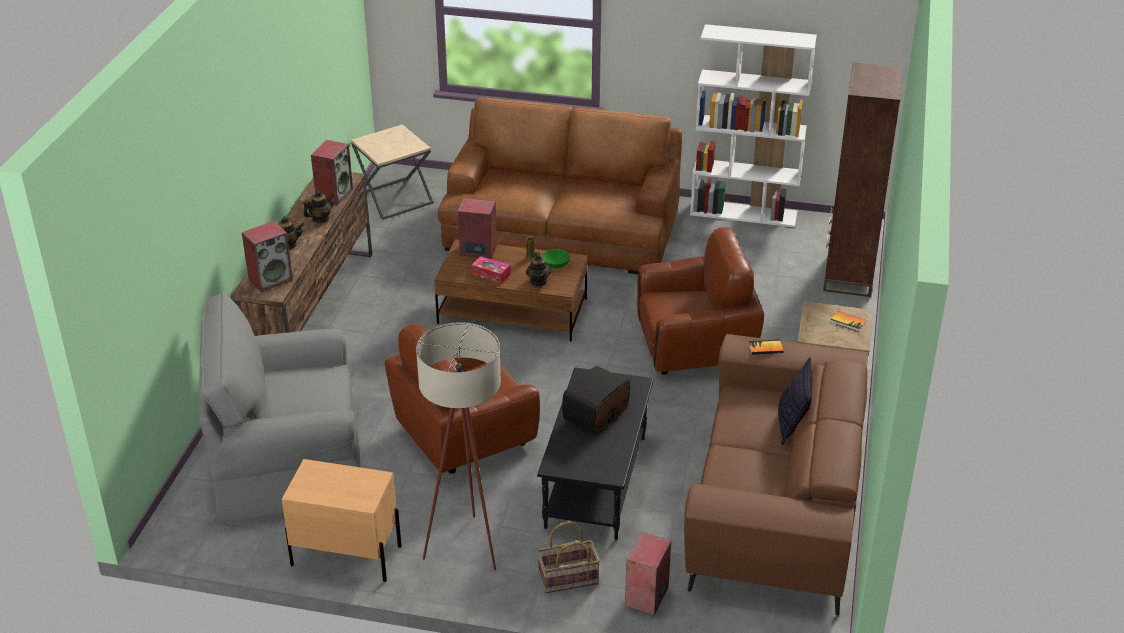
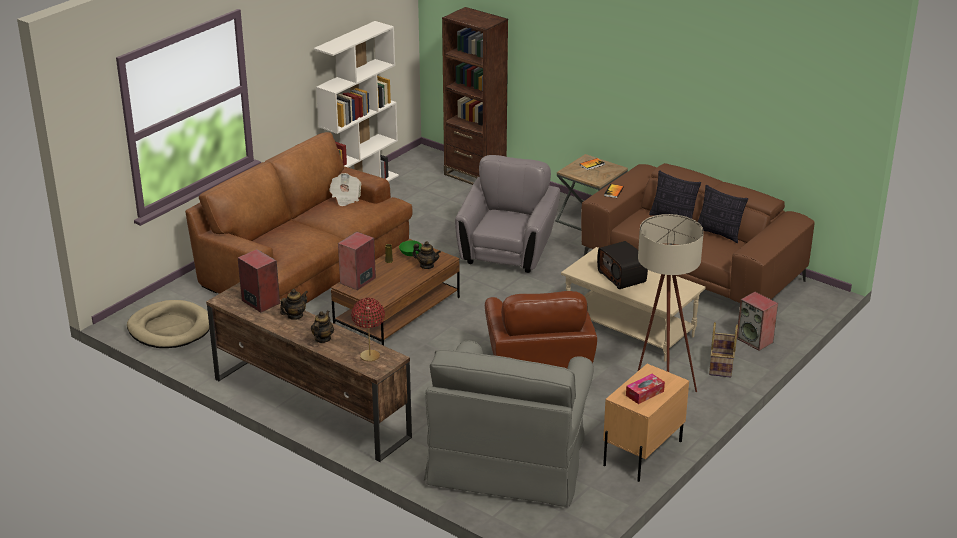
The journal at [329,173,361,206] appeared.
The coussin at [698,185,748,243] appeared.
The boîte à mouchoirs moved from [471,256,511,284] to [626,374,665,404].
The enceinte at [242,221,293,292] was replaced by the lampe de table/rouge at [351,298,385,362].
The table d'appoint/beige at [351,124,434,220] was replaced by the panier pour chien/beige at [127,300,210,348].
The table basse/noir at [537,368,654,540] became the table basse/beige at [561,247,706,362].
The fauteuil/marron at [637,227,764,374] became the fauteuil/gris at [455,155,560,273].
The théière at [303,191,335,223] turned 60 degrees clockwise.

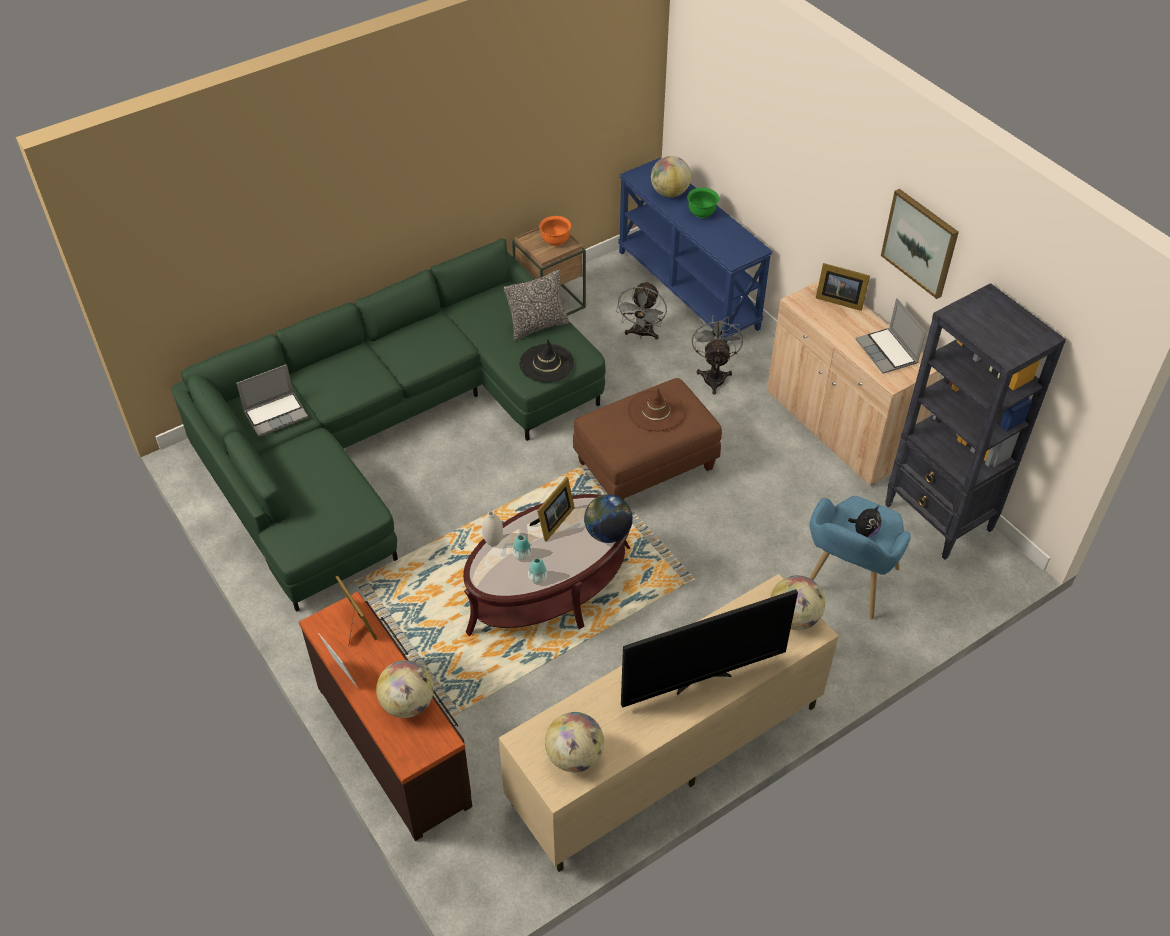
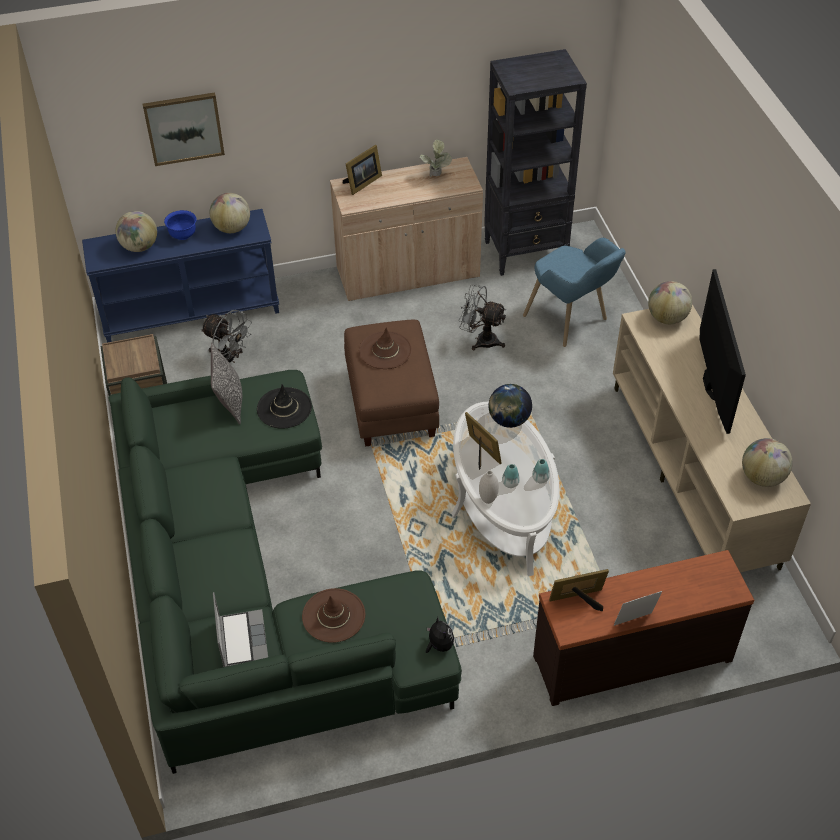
The bol/orange at [539,216,571,246] disappeared.
The chapeau/marron at [302,588,366,643] appeared.
The globe moved from [376,660,434,718] to [210,193,250,233].
The ventilateur/gris moved from [692,315,743,395] to [459,285,506,350].
The peluche moved from [848,506,881,537] to [426,617,454,653].
The tableau moved from [881,189,959,299] to [143,92,225,166].
The ordinateur portable at [856,298,926,374] was replaced by the plante en pot at [420,139,452,177].
The table basse/marron at [463,494,630,636] became the table basse/blanc at [451,402,560,576].
The bol/vert at [687,188,719,218] became the bol/bleu at [164,210,196,240].

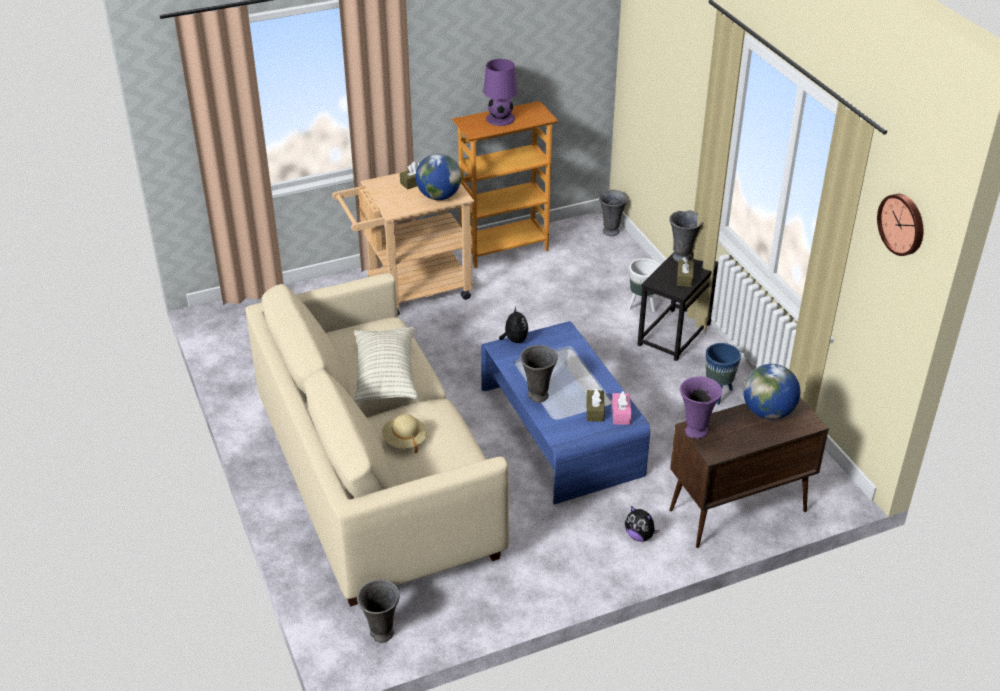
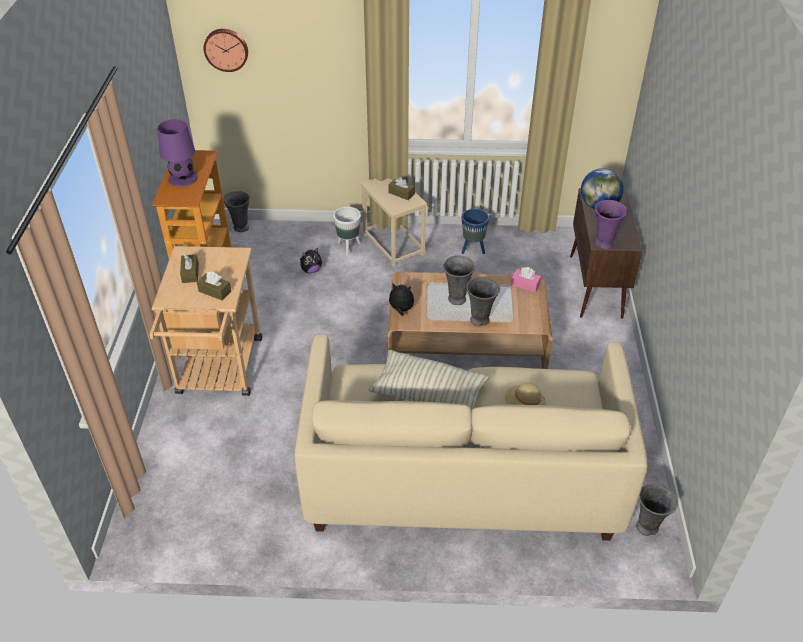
The globe at [416,154,462,200] disappeared.
The boîte à mouchoirs/marron moved from [586,388,605,422] to [197,272,231,300].
The peluche moved from [625,506,660,542] to [300,248,322,273].
The vase/gris moved from [669,210,704,262] to [443,255,475,305].
The horloge murale moved from [877,194,923,256] to [204,29,248,72].
The table basse/bleu at [481,321,650,505] became the table basse/marron at [388,272,553,369].
The table d'appoint/noir at [637,252,718,361] became the table d'appoint/beige at [361,178,427,267].

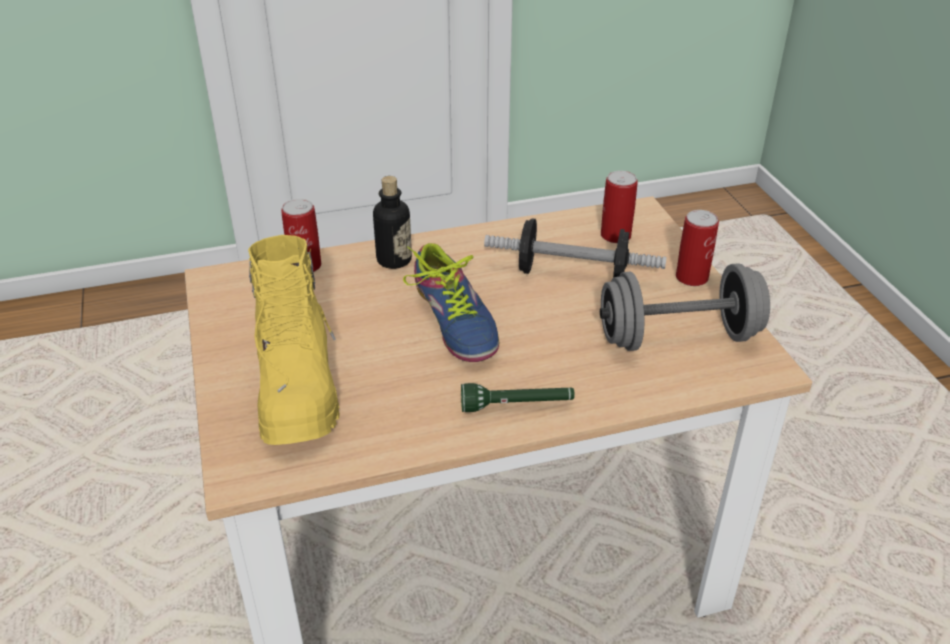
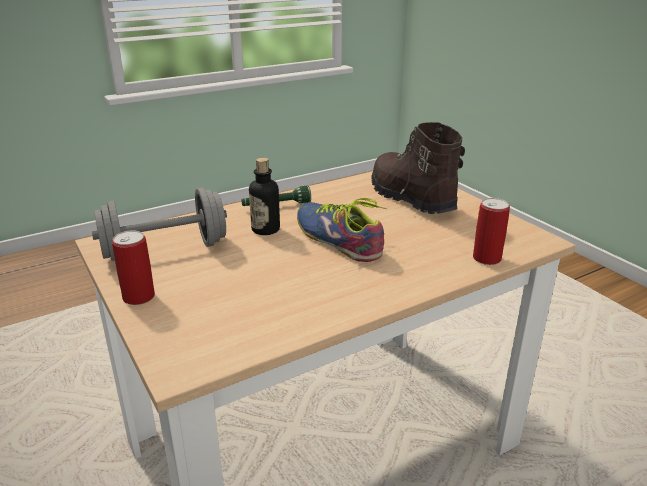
The haltère at [484,218,667,278] disappeared.
The boîte métallique at [601,171,638,243] disappeared.
The bouteille moved from [373,176,412,269] to [249,158,280,235].
The botte/jaune at [248,235,340,445] became the botte/marron at [371,122,465,214].

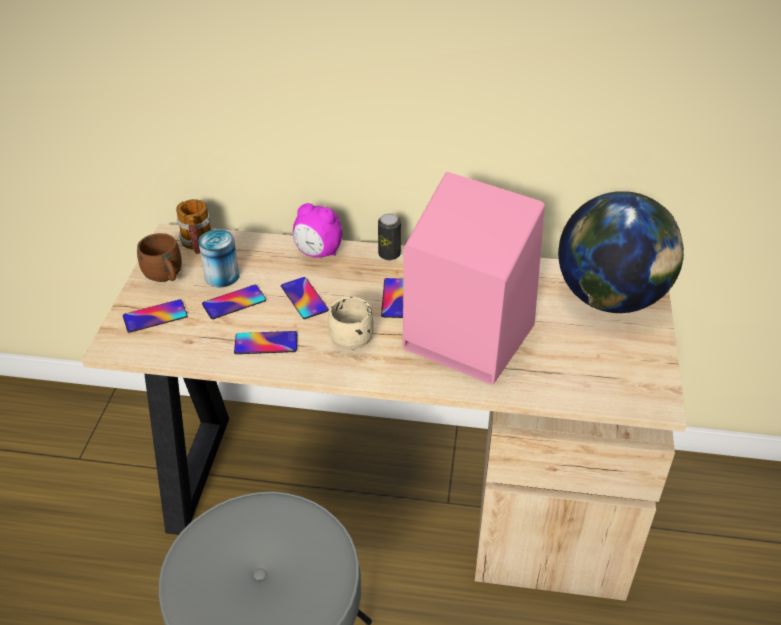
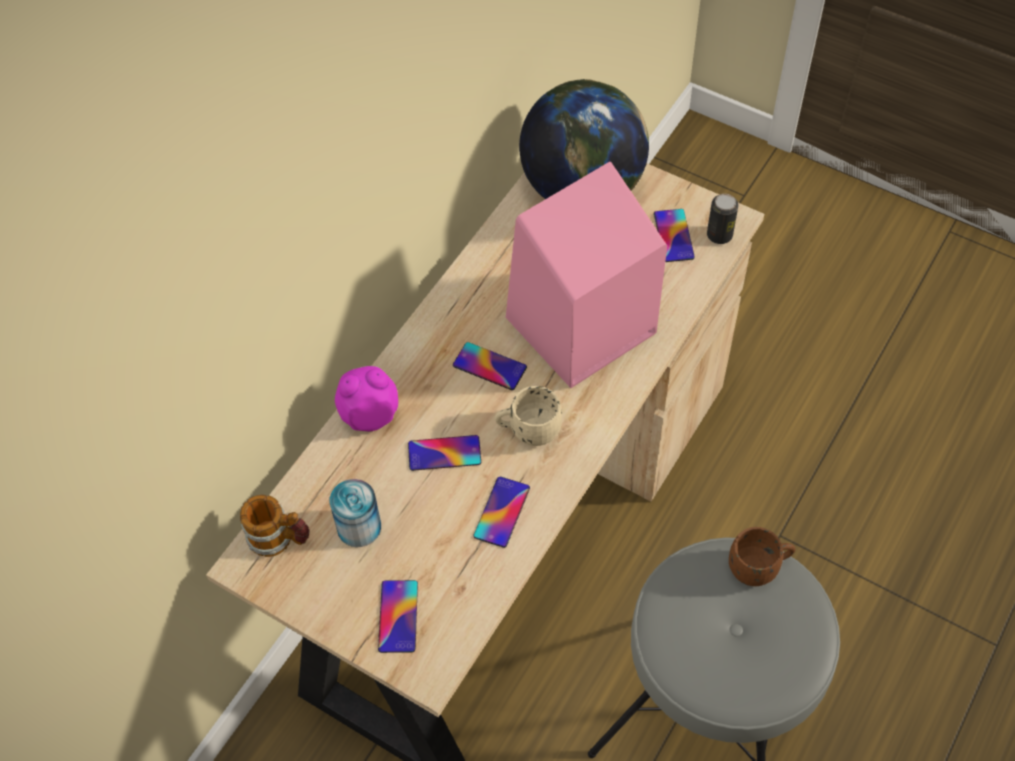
The mug/marron moved from [137,233,182,282] to [729,527,795,586].
The téléphone moved from [202,285,266,319] to [654,209,695,262].
The boîte métallique moved from [378,213,401,260] to [707,194,739,244].
The réveil at [293,203,342,258] turned 150 degrees counterclockwise.

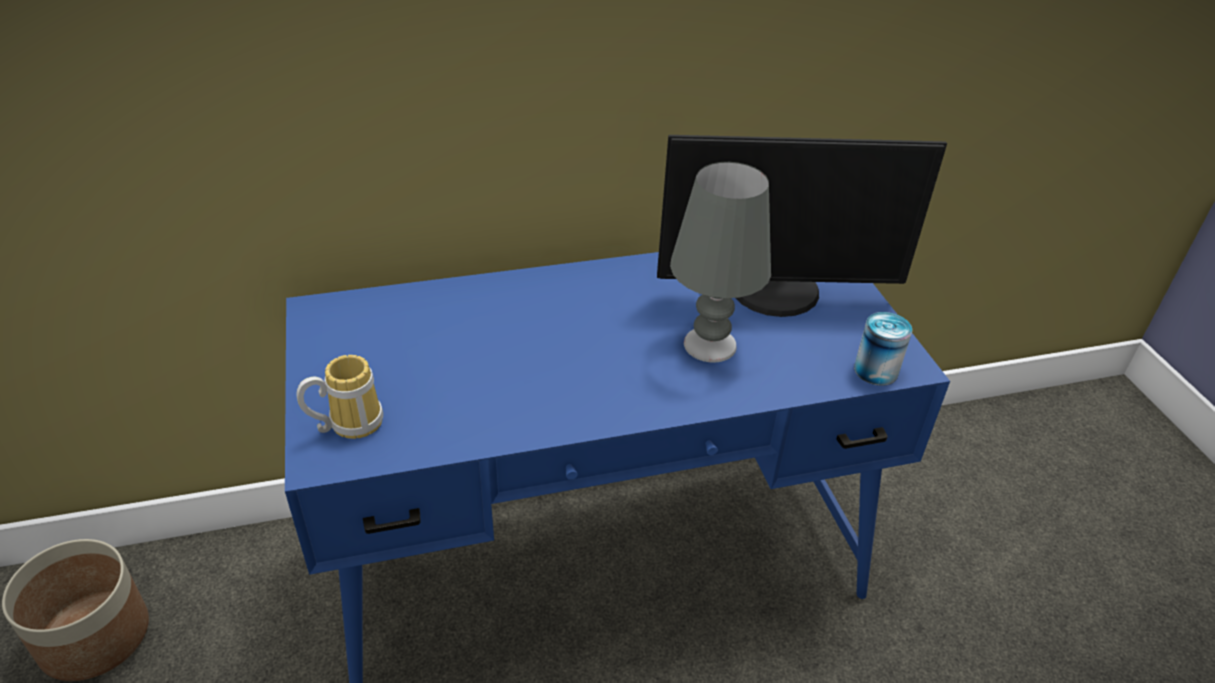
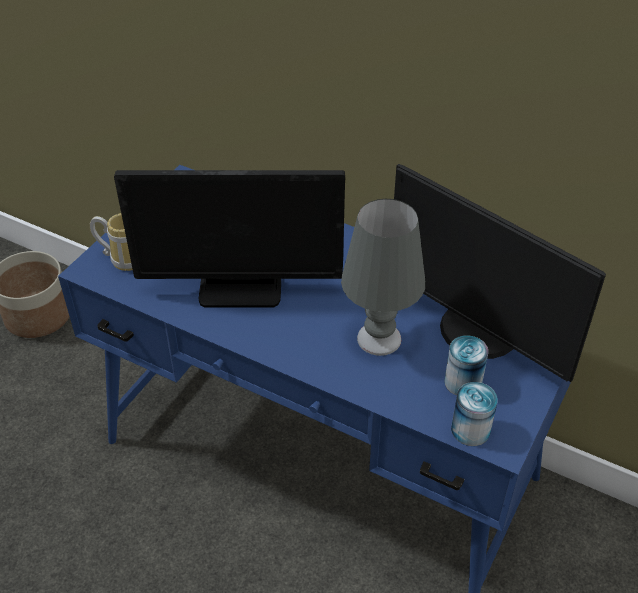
The écran d'ordinateur at [114,170,345,308] appeared.
The boîte métallique at [444,335,488,396] appeared.

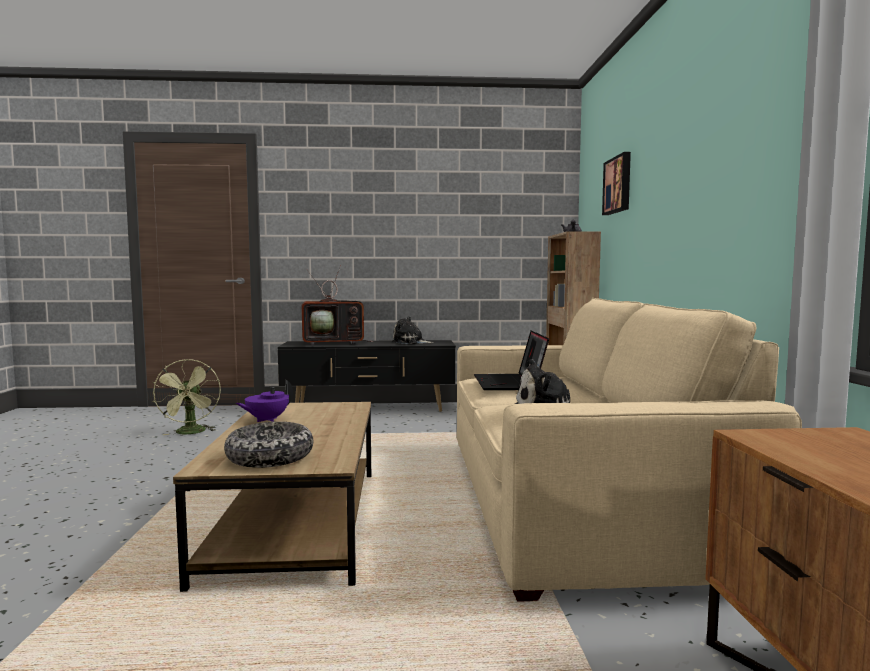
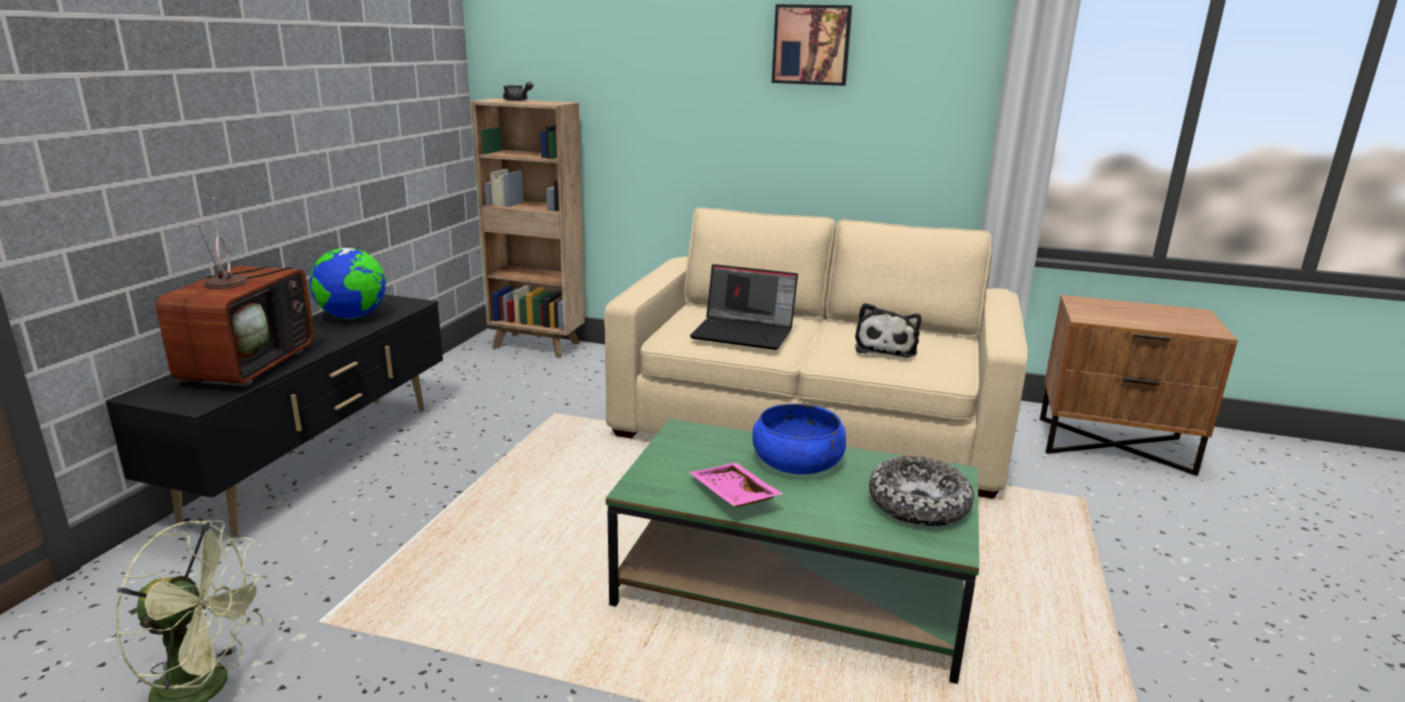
The bol/bleu at [752,404,846,474] appeared.
The tableau moved from [602,152,631,215] to [772,4,852,86].
The théière/violet at [236,380,293,422] was replaced by the plateau/rose at [690,463,783,507].
The peluche at [392,316,434,344] was replaced by the globe at [310,248,386,319].
The table basse/marron at [173,402,371,592] became the table basse/vert at [606,419,979,684].

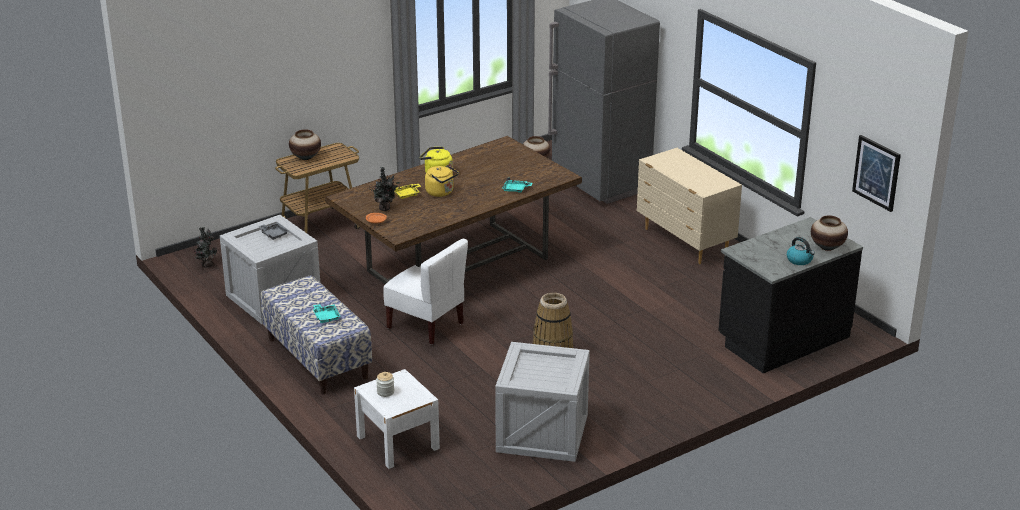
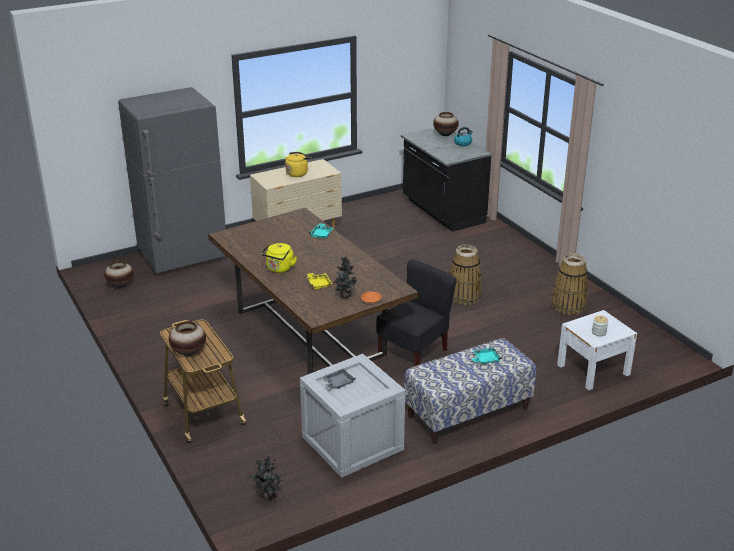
The tableau at [852,135,901,212] disappeared.
The bouilloire/jaune moved from [425,165,459,197] to [285,152,312,177].
The caisse at [495,342,590,462] was replaced by the panier at [552,253,588,315].
The chaise/blanc at [383,239,468,345] became the chaise/noir at [376,259,457,366].

